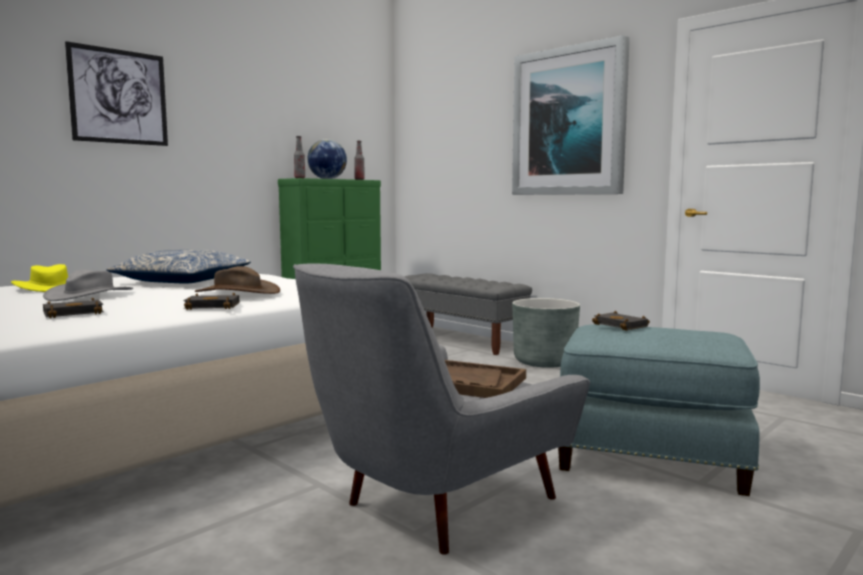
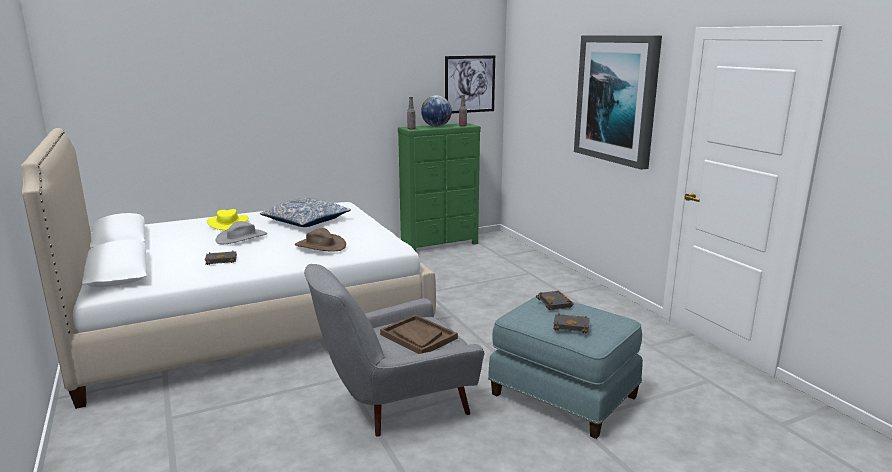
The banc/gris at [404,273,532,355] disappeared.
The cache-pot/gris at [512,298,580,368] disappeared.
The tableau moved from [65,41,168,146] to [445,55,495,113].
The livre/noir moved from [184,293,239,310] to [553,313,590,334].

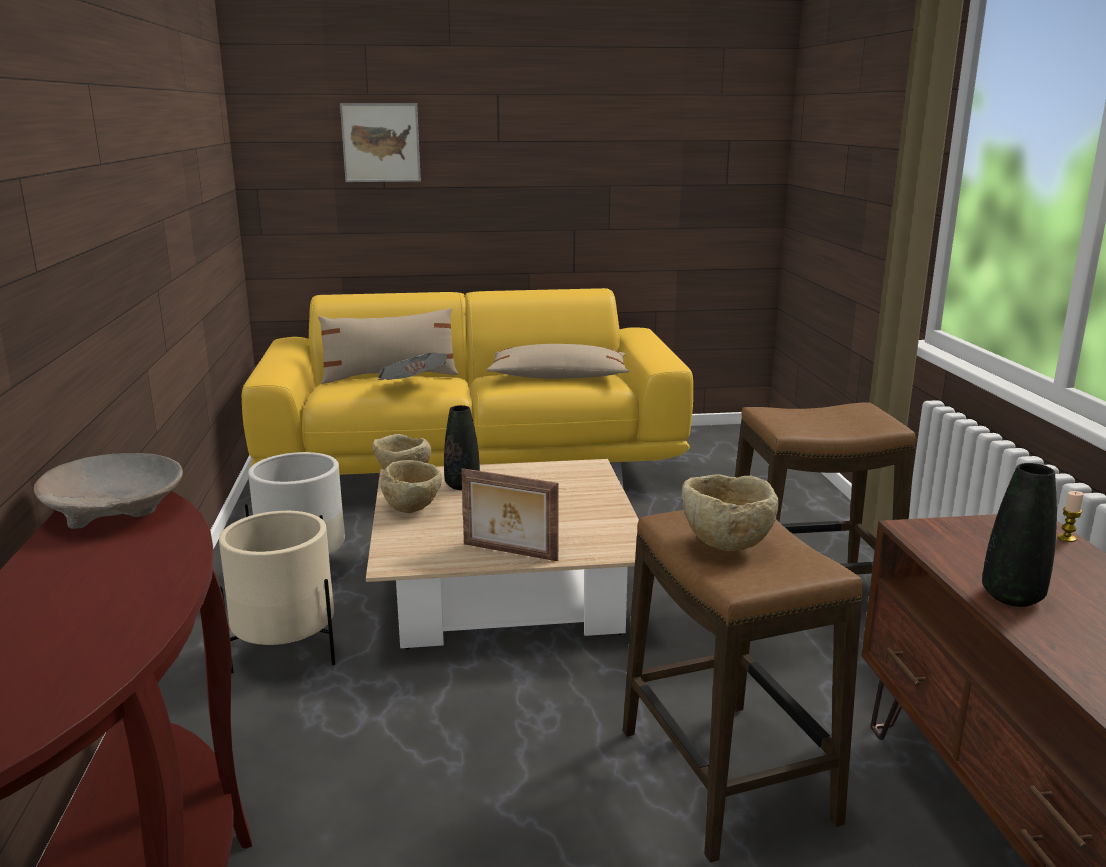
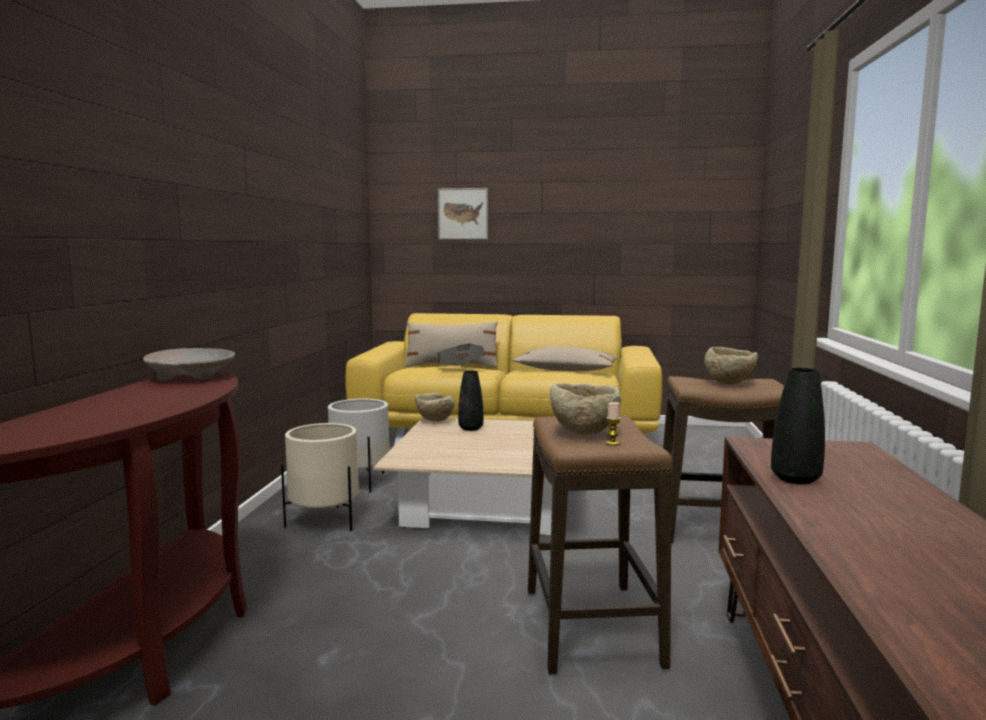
The cadre photo at [461,468,559,561] disappeared.
The bol/beige moved from [380,460,442,513] to [704,347,758,384].
The bougie moved from [1058,491,1084,542] to [606,402,621,446].

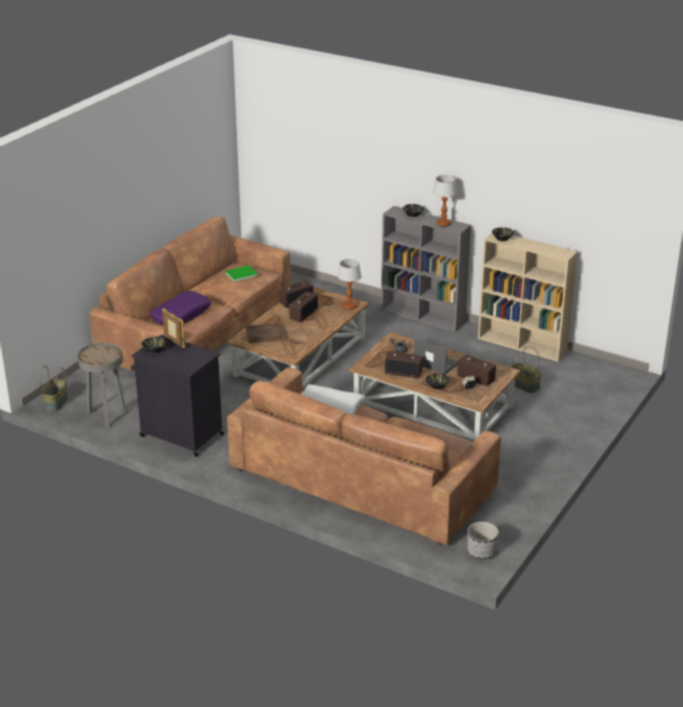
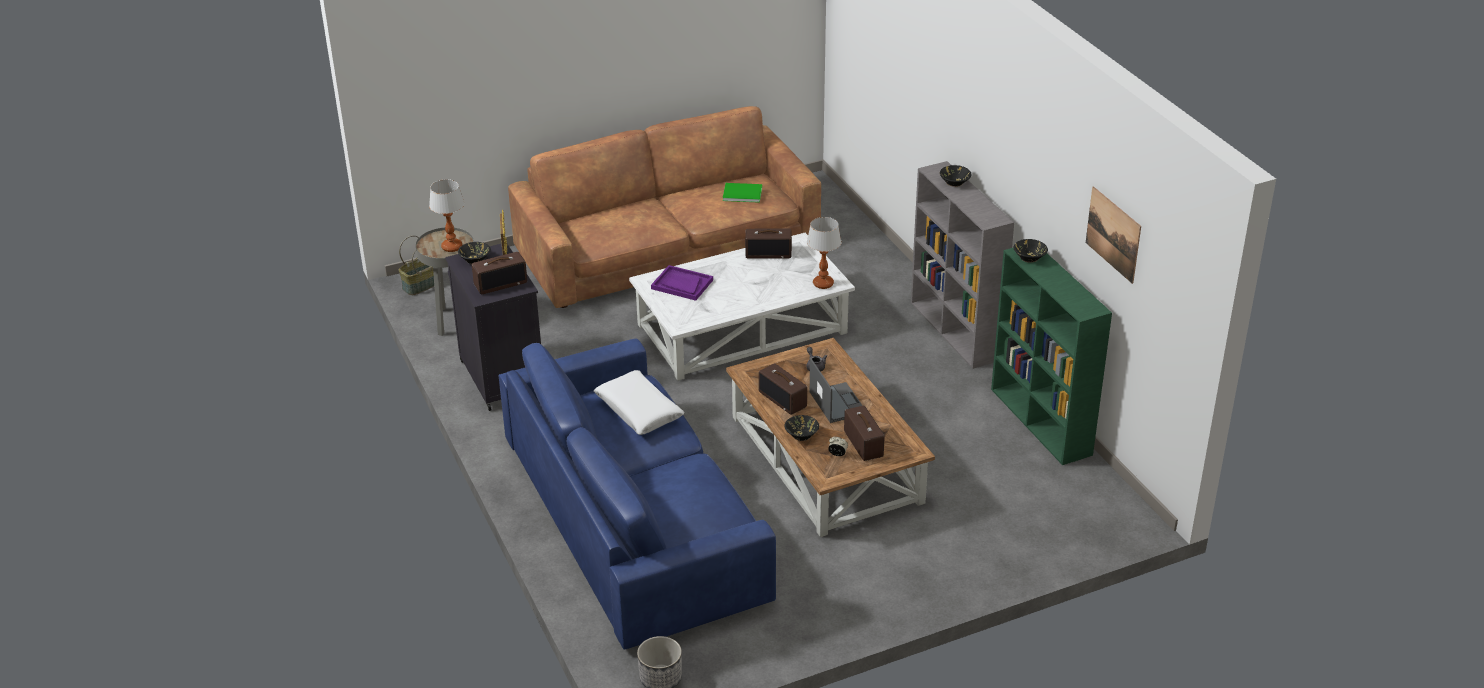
The coussin/violet at [150,291,211,325] disappeared.
The panier at [511,347,542,393] disappeared.
The tableau at [1086,187,1141,284] appeared.
The radio moved from [289,291,318,322] to [472,252,527,294].
The lampe de table moved from [433,175,457,227] to [429,179,464,252].
The table basse/marron at [227,287,369,387] became the table basse/blanc at [629,233,855,381].
The canapé/marron at [227,368,501,545] became the canapé/bleu at [499,339,776,650].
The plateau/marron at [246,323,285,343] became the plateau/violet at [651,265,713,301].
The bibliothèque/beige at [478,233,578,362] became the bibliothèque/vert at [991,248,1112,465].

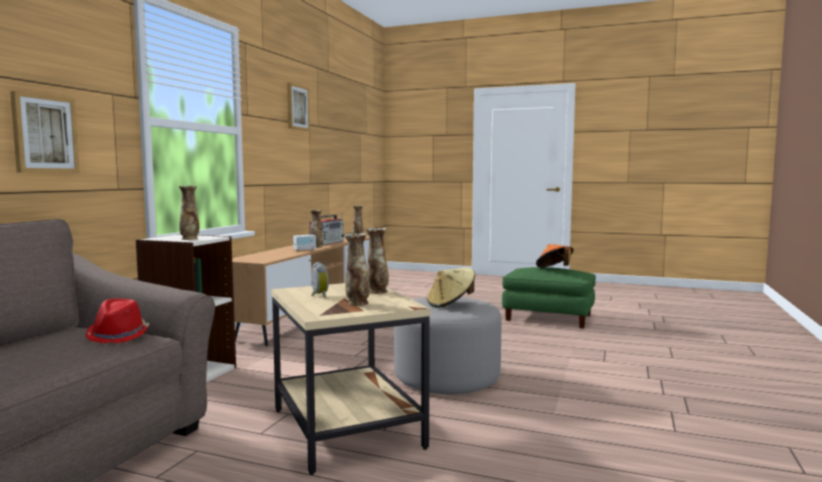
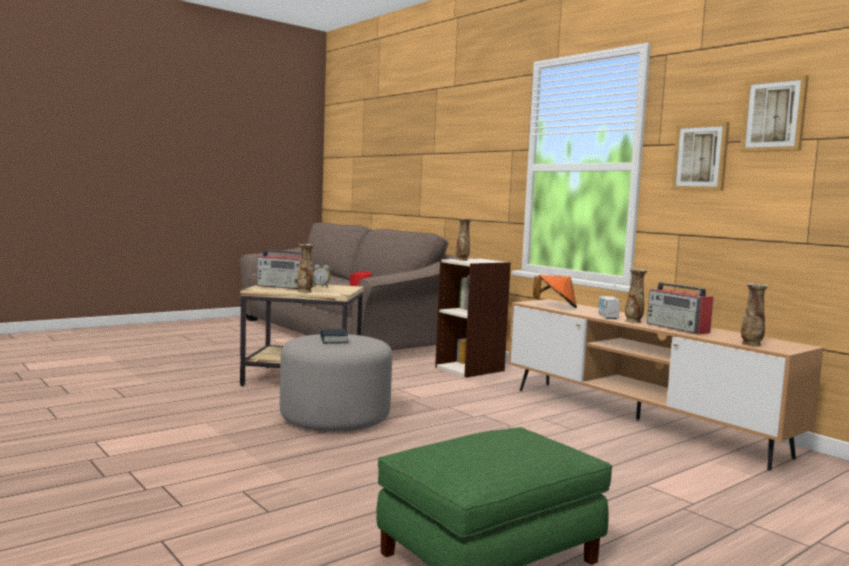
The tableau moved from [10,91,80,173] to [671,122,730,191].
The chapeau/orange moved from [536,244,574,267] to [533,274,577,308].
The vase at [344,233,370,306] was replaced by the radio at [257,250,302,289].
The chapeau/beige at [427,268,475,308] was replaced by the livre at [320,329,348,344].

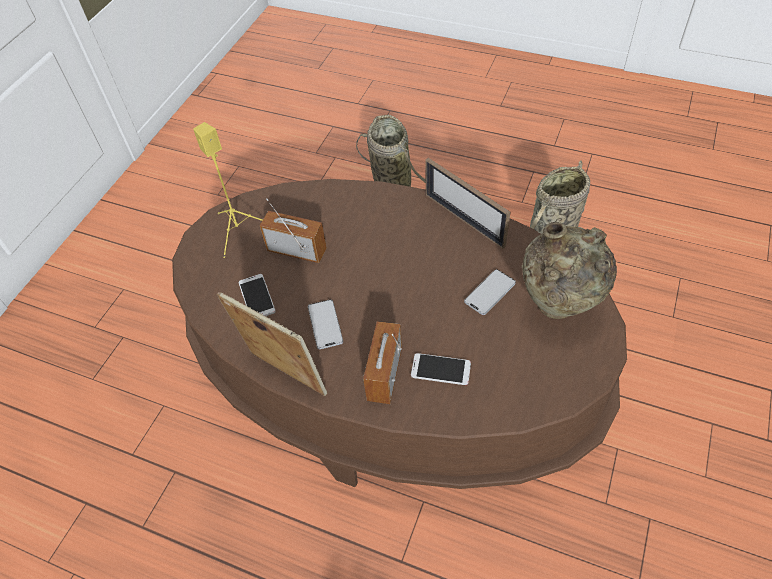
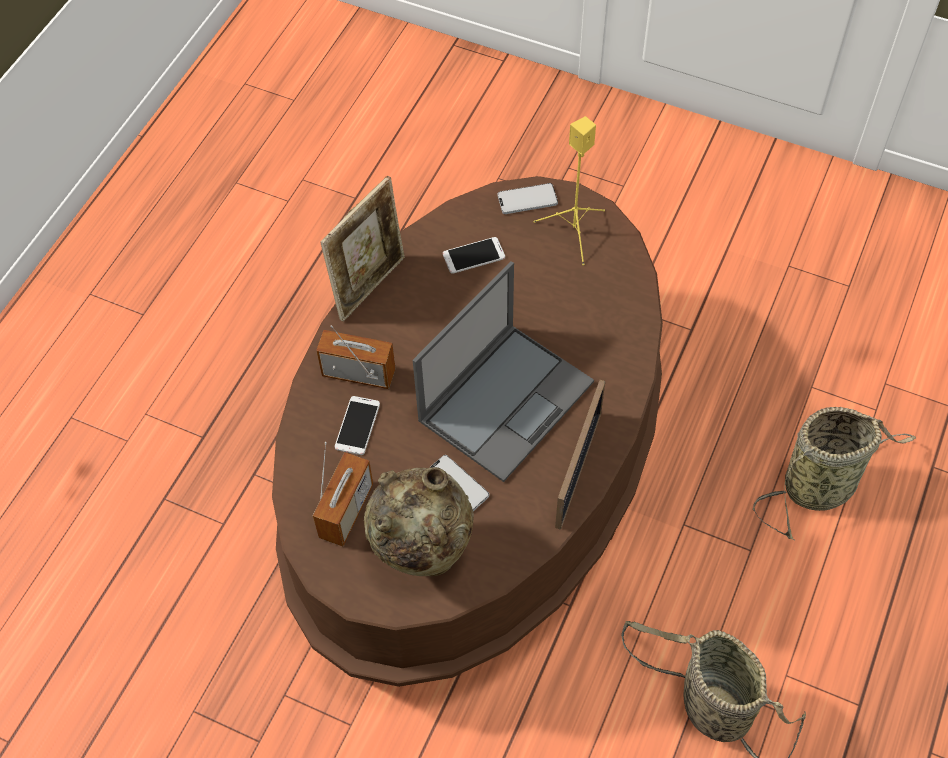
The ordinateur portable at [413,261,594,482] appeared.
The radio moved from [260,199,327,263] to [313,442,373,546].
The téléphone moved from [308,299,343,349] to [498,183,558,214].
The cadre photo at [425,158,511,249] turned 150 degrees clockwise.

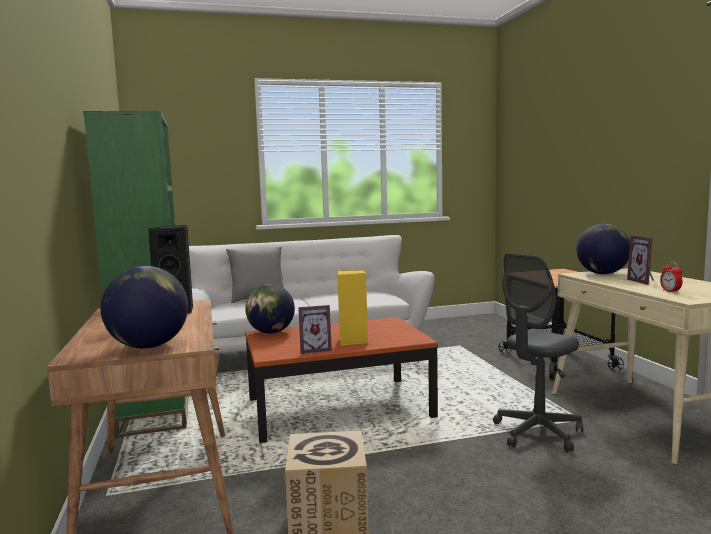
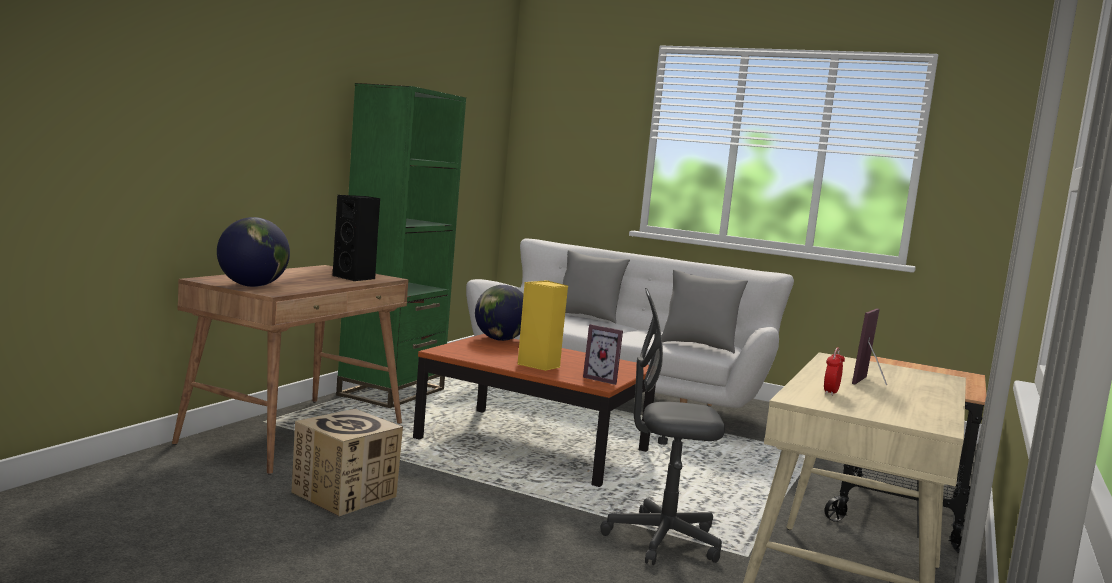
The globe at [576,224,630,274] disappeared.
The coussin/gris at [662,269,748,354] appeared.
The cadre photo moved from [298,305,332,354] to [583,324,623,385].

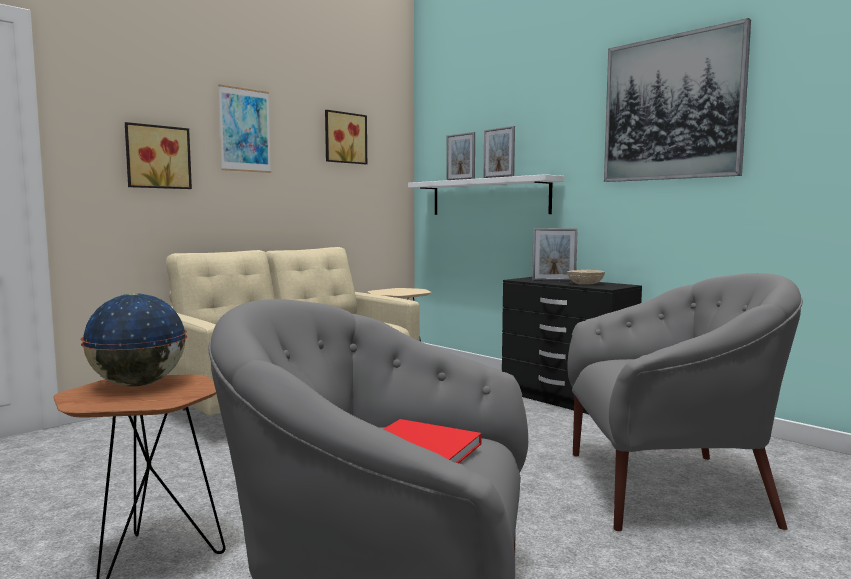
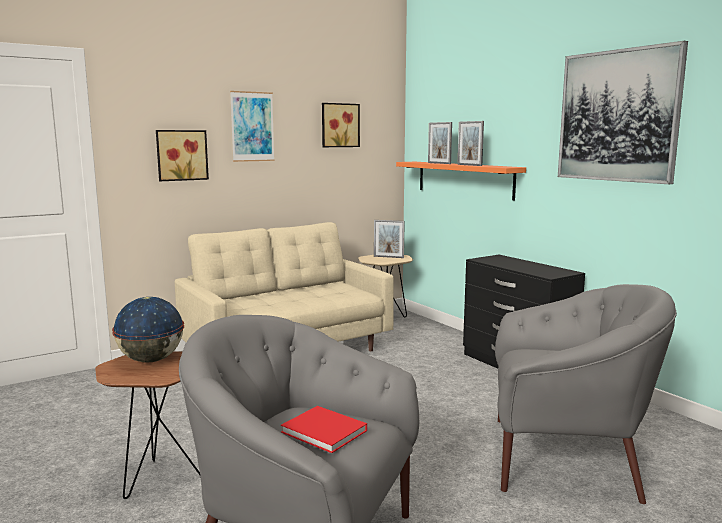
The bol/beige at [567,270,605,285] disappeared.
The cadre photo moved from [532,228,578,281] to [374,220,405,258].
The étagère/blanc at [408,174,564,215] became the étagère/orange at [396,162,526,200].

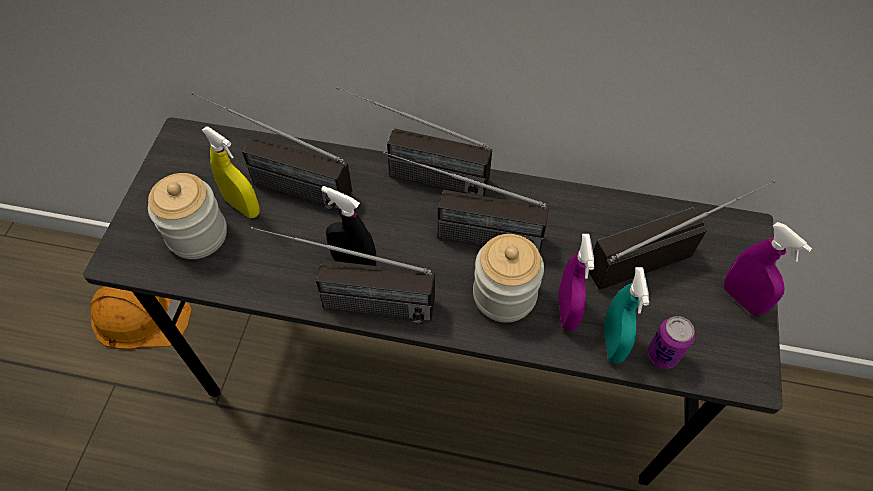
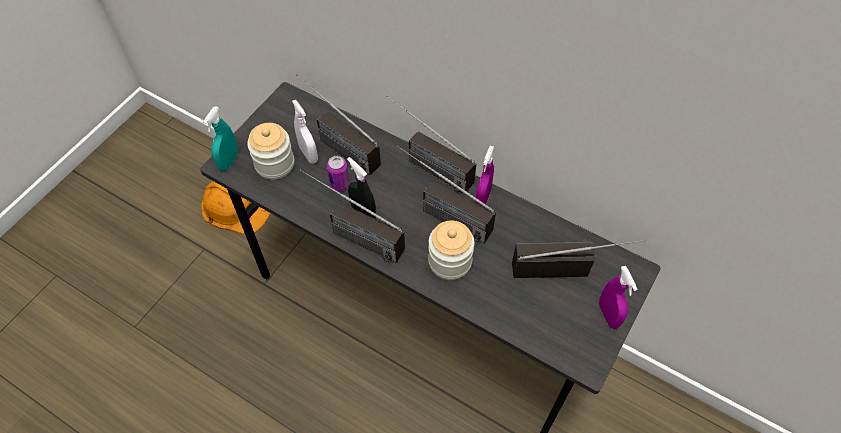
The vaporisateur/violet moved from [558,234,594,331] to [475,146,494,207].
The vaporisateur/turquoise moved from [604,267,649,364] to [203,106,239,172].
The boîte métallique moved from [647,316,695,369] to [327,156,350,191].
The vaporisateur/jaune at [202,126,260,218] became the vaporisateur/blanc at [292,100,318,164].

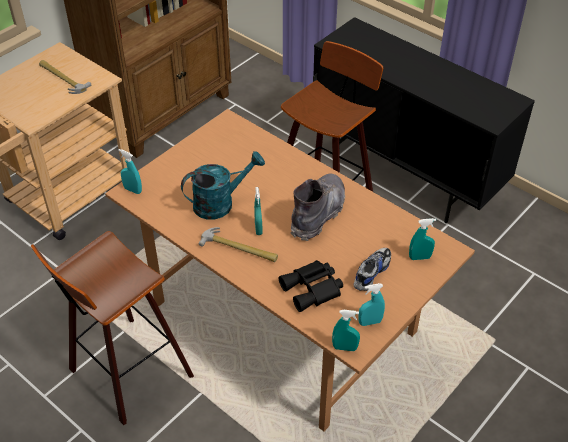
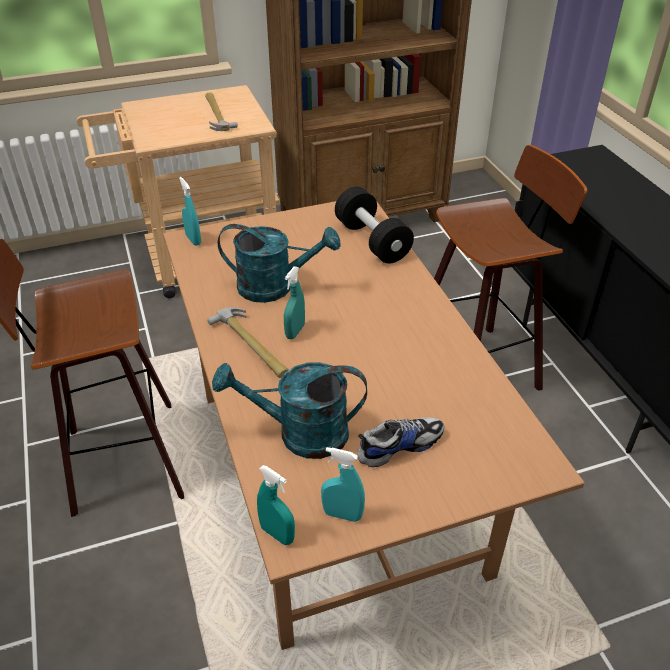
The botte/gris at [291,174,345,241] disappeared.
The vaporisateur/turquoise at [409,218,436,260] disappeared.
The haltère/noir at [335,186,414,263] appeared.
The jumelles/noir at [279,260,343,312] was replaced by the arrosoir/turquoise at [212,362,367,459].

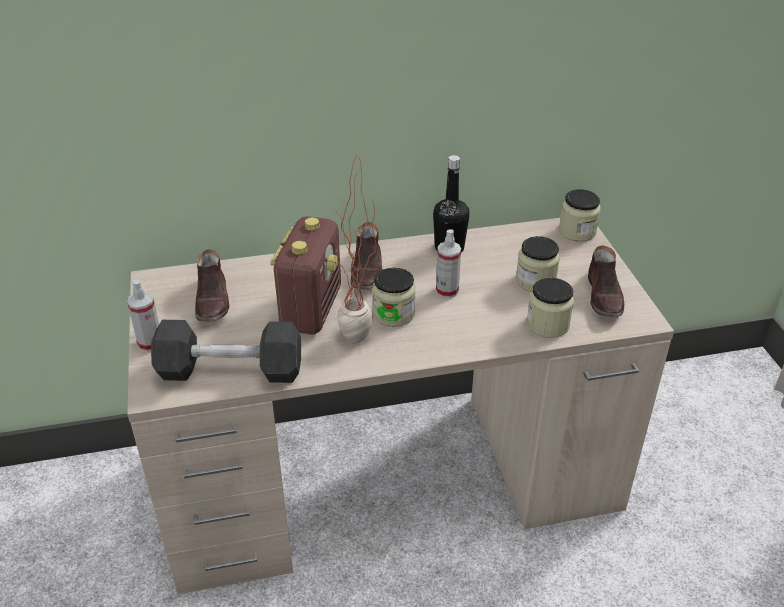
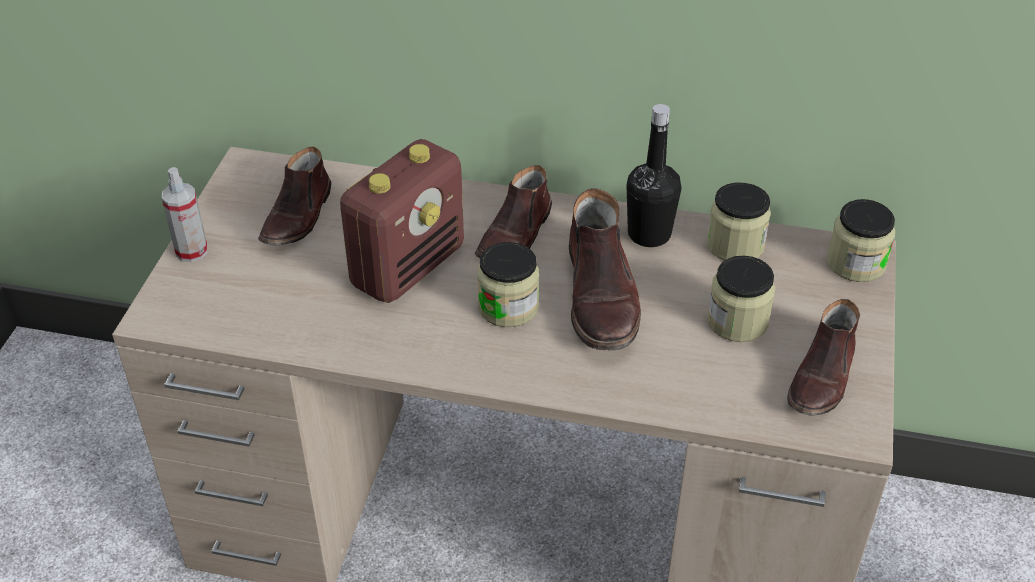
The haltère/gris at [151,320,301,383] disappeared.
The plante en pot at [334,155,377,343] disappeared.
The bocal moved from [527,278,574,338] to [707,182,771,261].
The vaporisateur at [436,229,461,298] was replaced by the botte/marron at [569,188,641,351].

